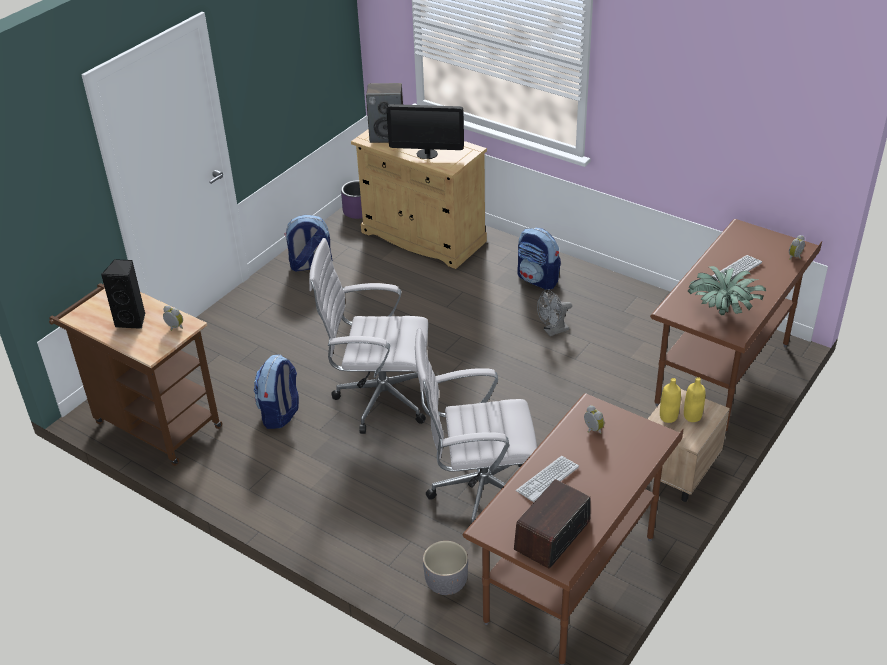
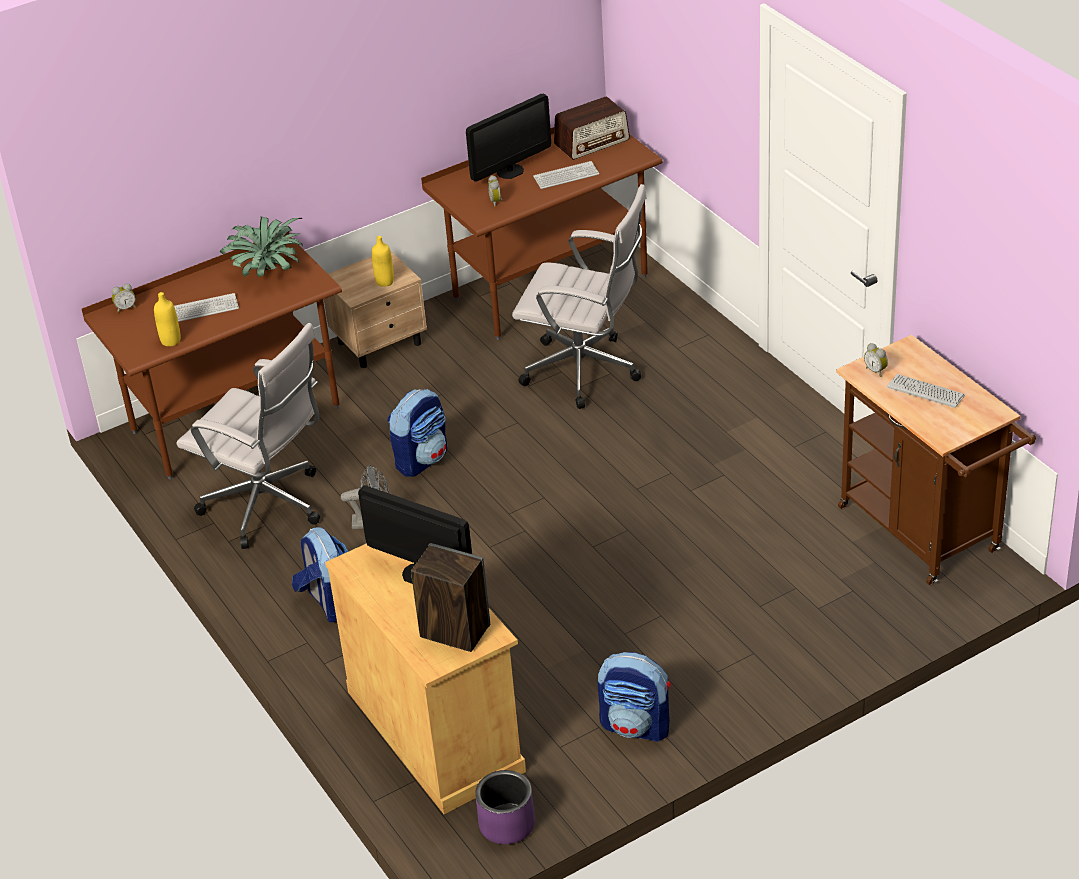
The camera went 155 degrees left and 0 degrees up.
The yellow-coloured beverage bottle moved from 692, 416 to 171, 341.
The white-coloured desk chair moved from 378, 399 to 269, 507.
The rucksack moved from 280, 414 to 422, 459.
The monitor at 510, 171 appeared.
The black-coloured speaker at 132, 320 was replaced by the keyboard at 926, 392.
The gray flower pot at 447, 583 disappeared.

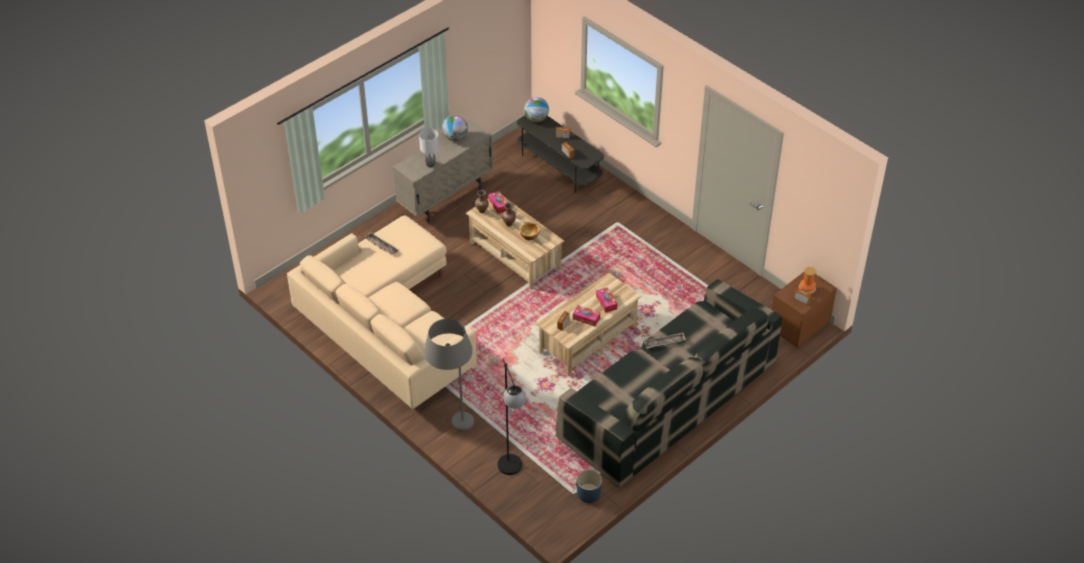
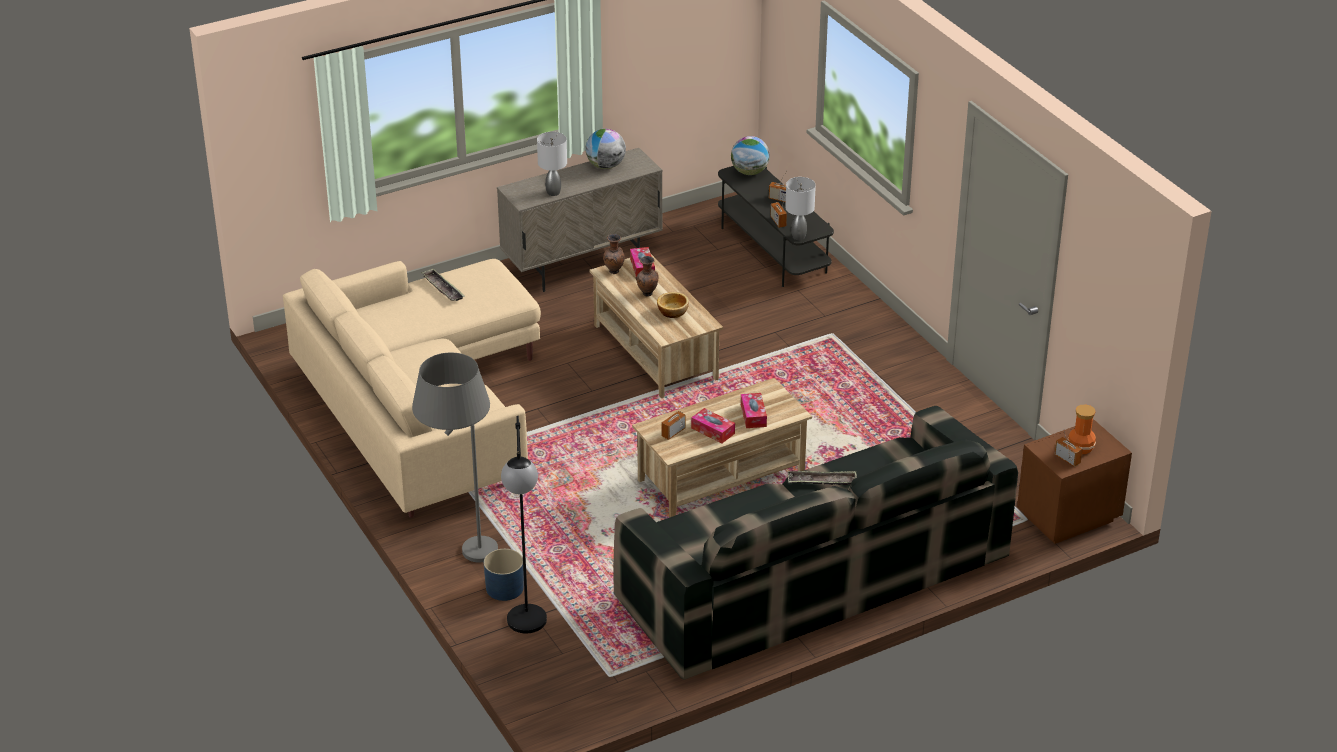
The camera went 15 degrees right and 10 degrees down.
The blue flower pot moved from 588, 493 to 504, 588.
The gray tabletop lamp at 798, 237 appeared.

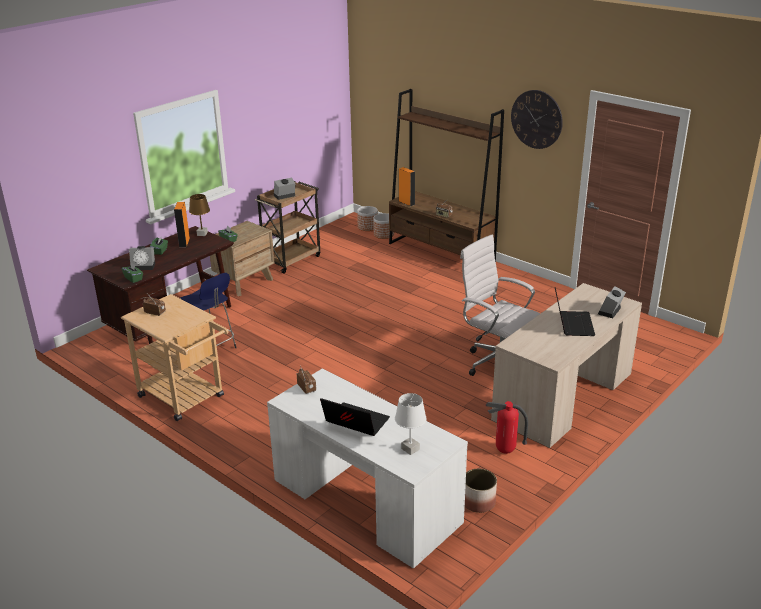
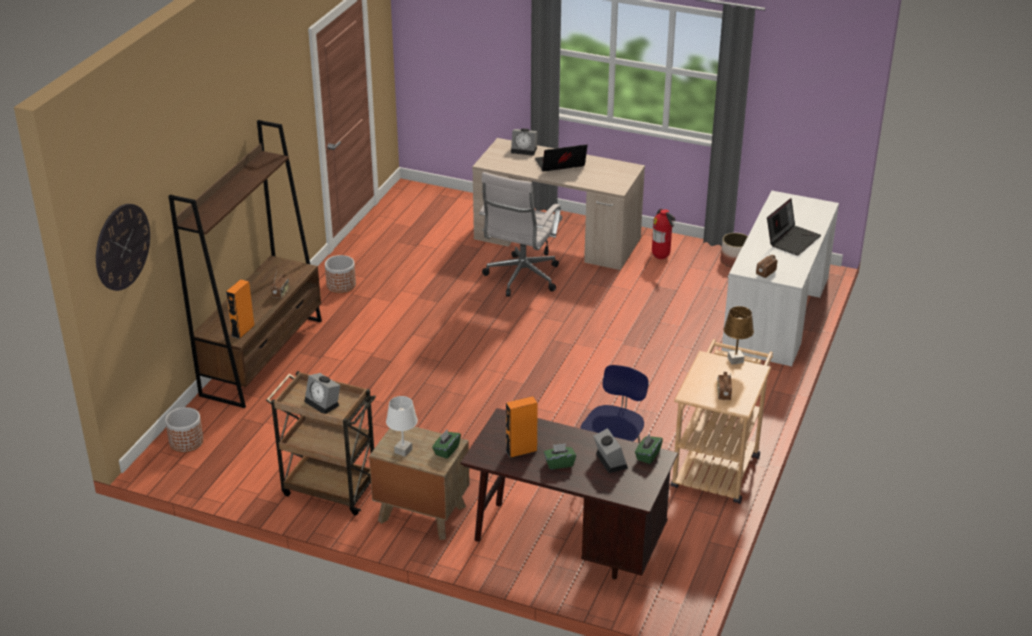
The camera went 110 degrees left and 5 degrees up.
The clock on the wall moved from 536, 119 to 122, 247.
The flower pot moved from 384, 234 to 341, 285.
The white-coloured tabletop lamp moved from 410, 449 to 403, 450.
The brownish tabletop lamp moved from 202, 234 to 735, 360.
The laptop at 354, 423 turned 150 degrees counterclockwise.

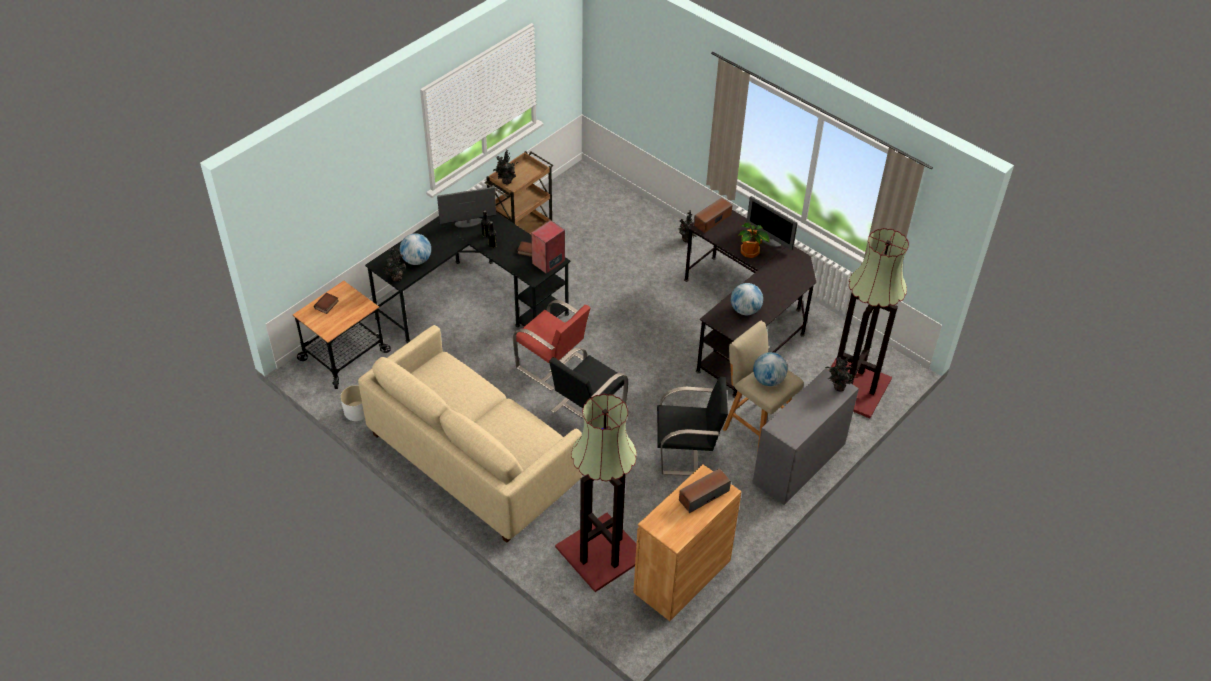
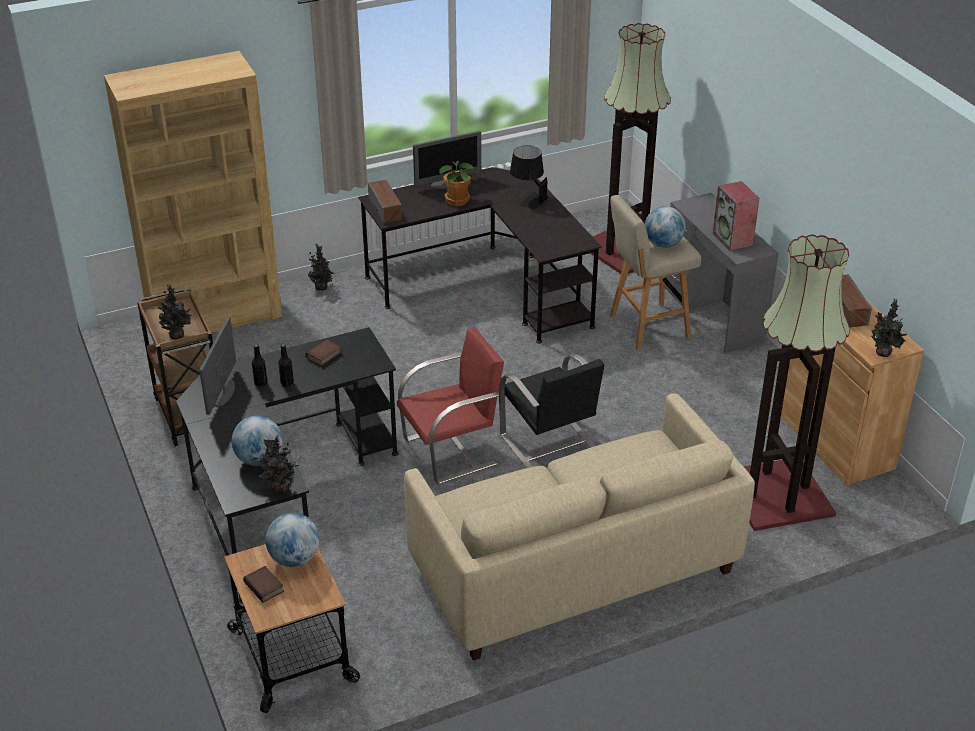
The camera went 65 degrees left and 10 degrees down.
The brownish bookcase at 215, 316 appeared.
The globe moved from 745, 310 to 294, 558.
The black-coloured tabletop lamp at 528, 199 appeared.
The speaker moved from 548, 262 to 733, 240.
The houseplant moved from 838, 387 to 883, 354.
The white-coloured flower pot at 356, 411 disappeared.
The black-coloured upright chair at 687, 452 disappeared.

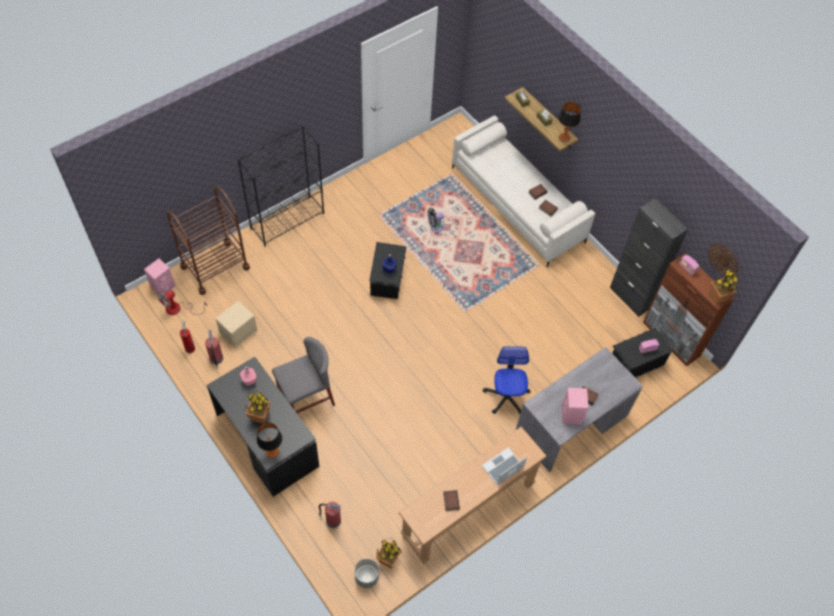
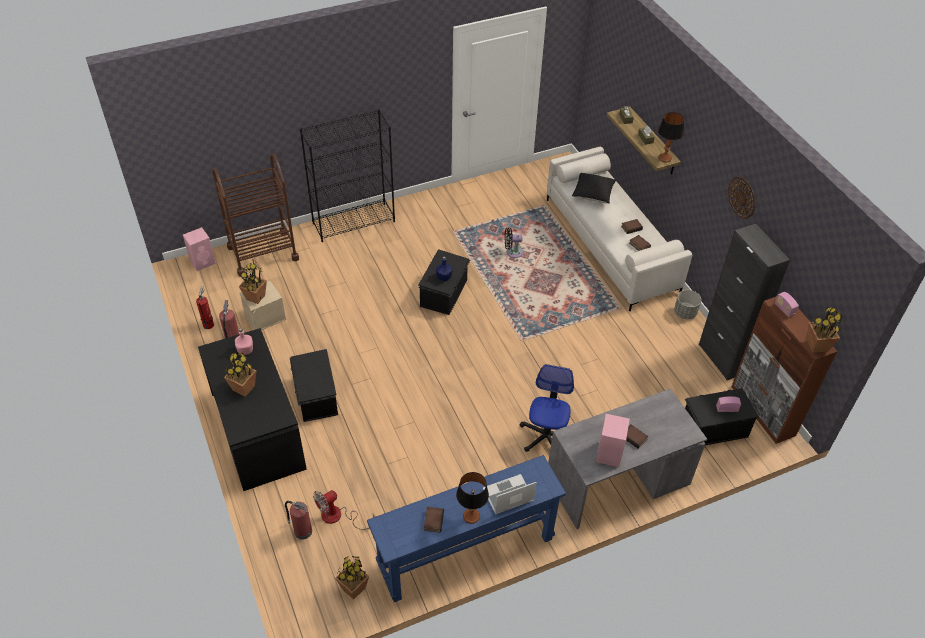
The camera went 15 degrees right and 10 degrees down.
The houseplant at 255, 297 appeared.
The gray upright chair at 306, 399 was replaced by the black-coloured storage container at 315, 396.
The fan moved from 178, 309 to 338, 517.
The brownish console table at 468, 509 became the blue console table at 465, 551.
The tabletop lamp moved from 272, 452 to 471, 516.
The black-coloured pillow at 593, 194 appeared.
The gray flower pot moved from 367, 577 to 685, 313.
The clock on the wall moved from 723, 259 to 742, 197.

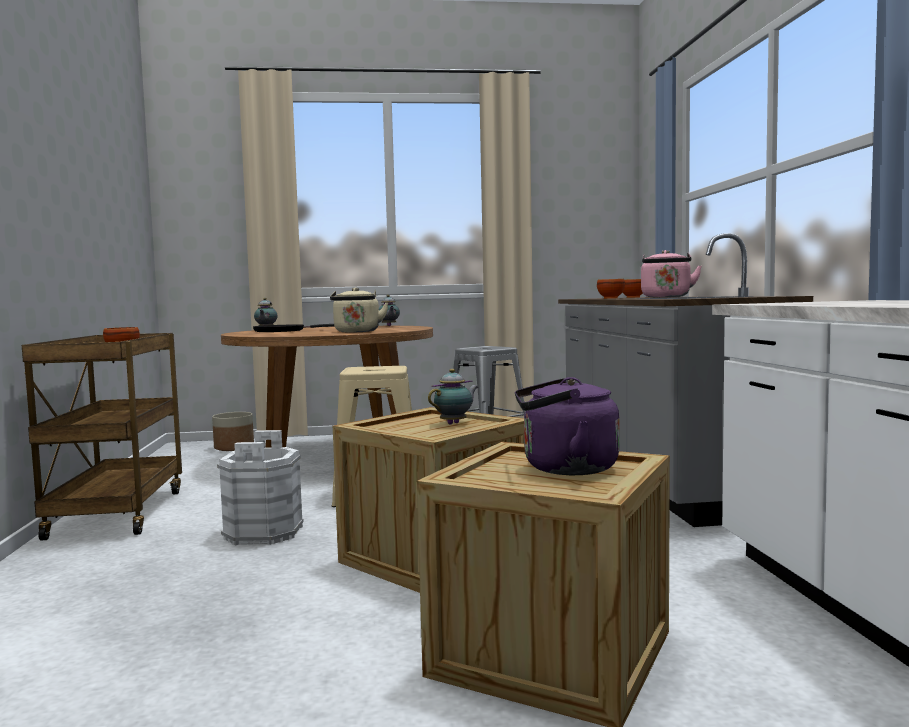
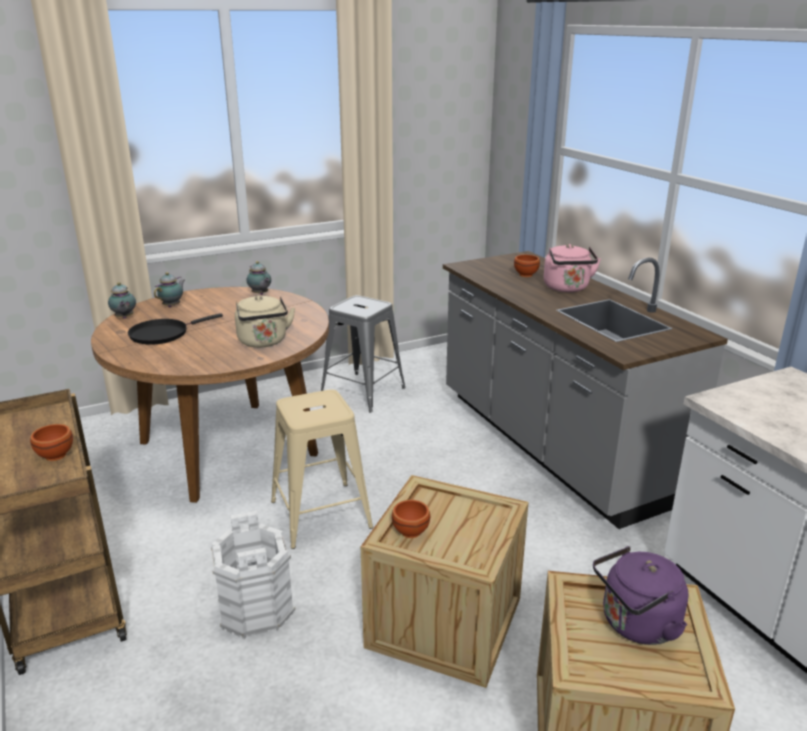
The camera went 20 degrees left and 20 degrees up.
The tea pot moved from 455, 423 to 173, 306.
The brownish bowl moved from 611, 298 to 412, 531.
The flower pot at 234, 447 disappeared.

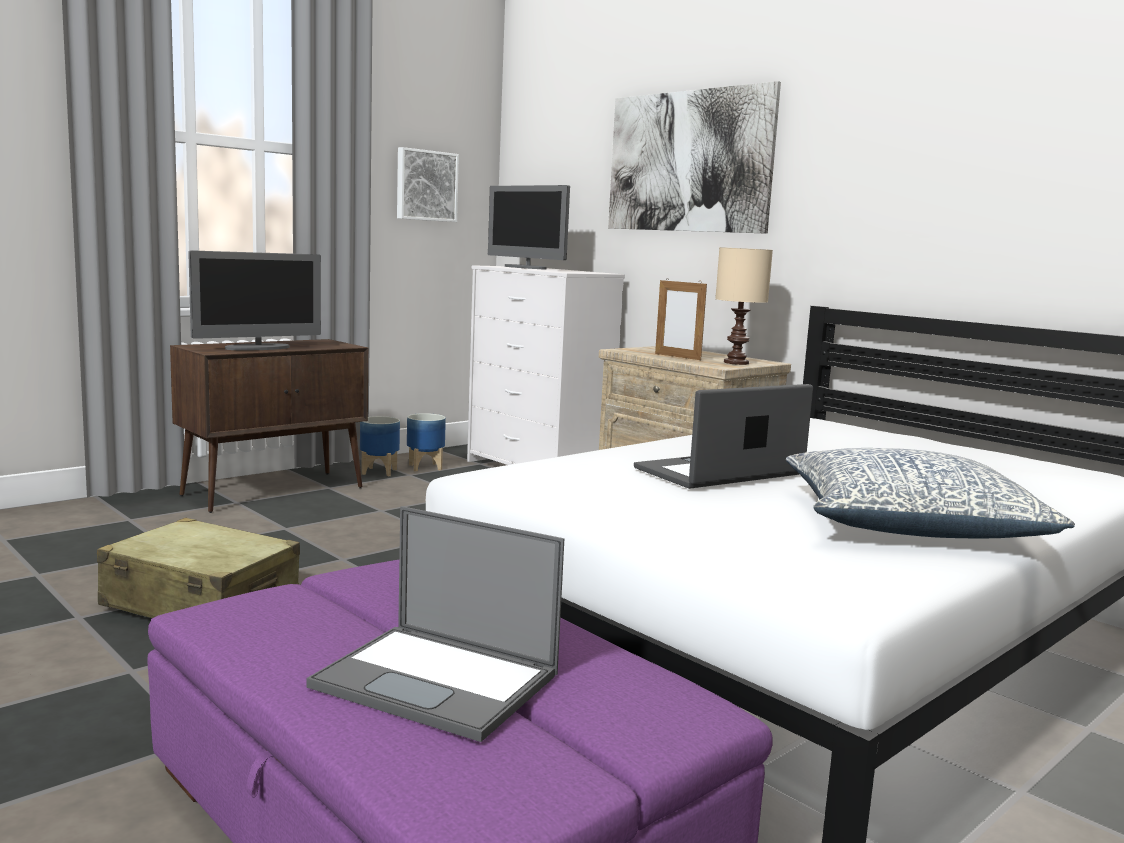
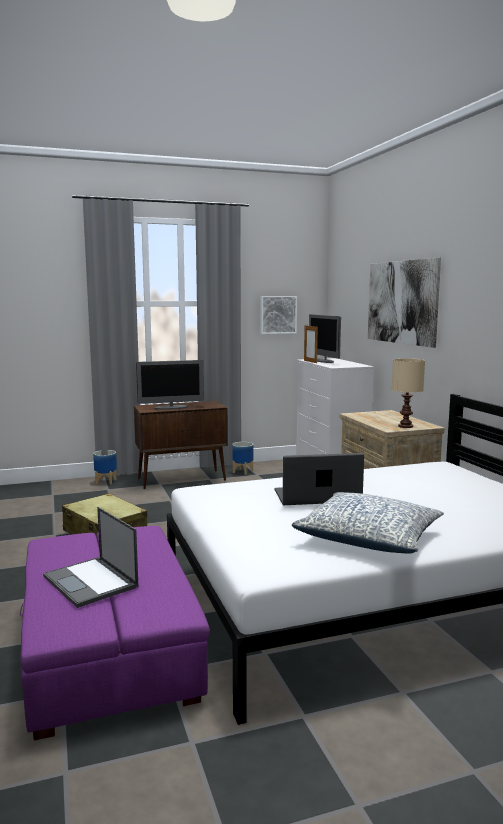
The camera went 25 degrees right and 0 degrees up.
The flower pot moved from 425, 467 to 106, 481.
The standing frame moved from 677, 357 to 310, 361.

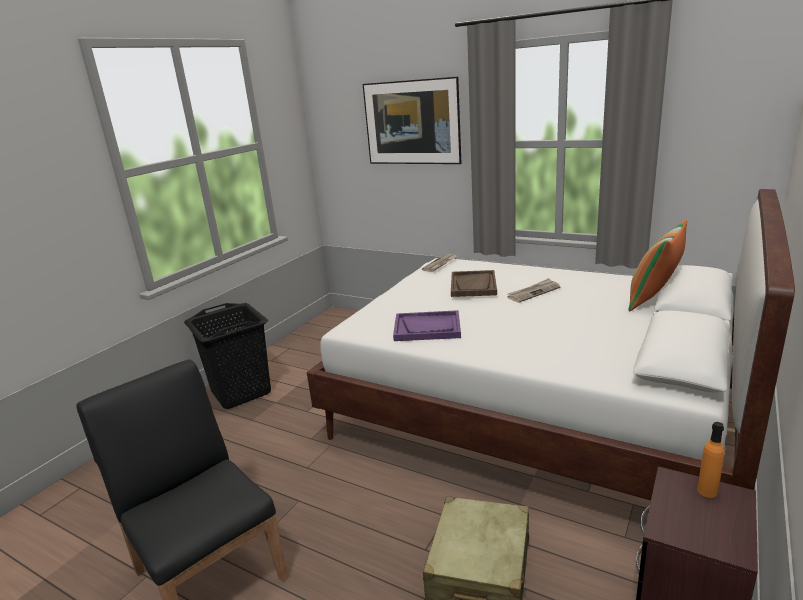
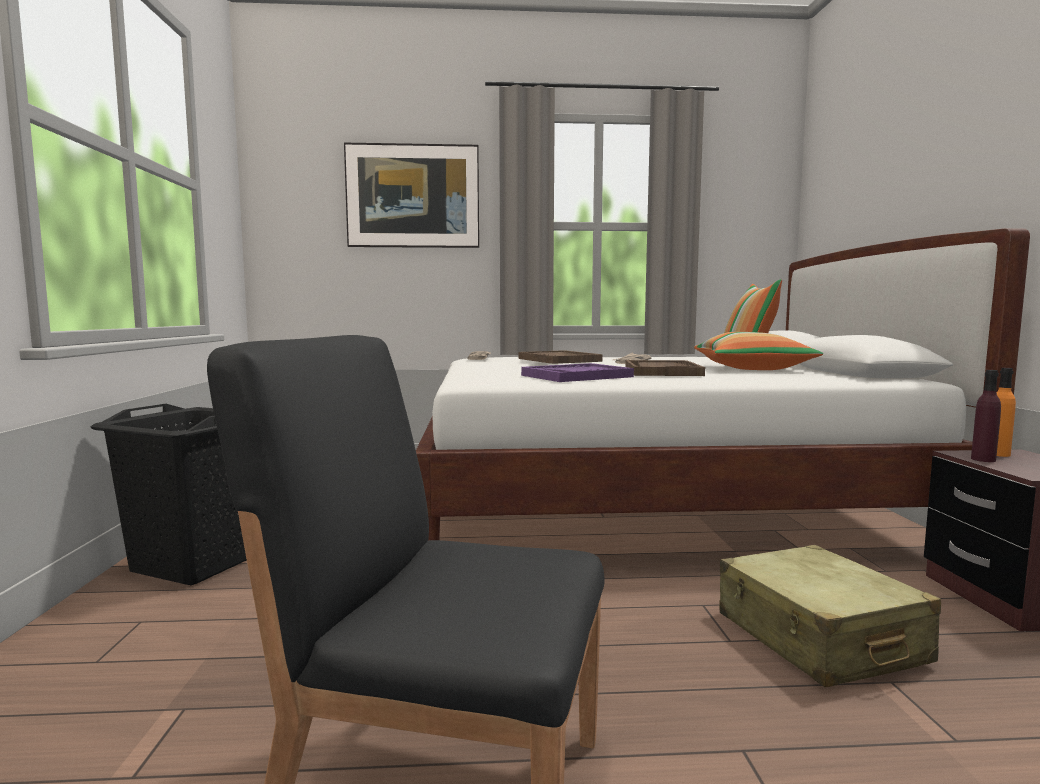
The camera went 35 degrees left and 15 degrees down.
The brownish carrying tray at 662, 371 appeared.
The pillow at 752, 368 appeared.
The purple beverage bottle at 983, 459 appeared.

